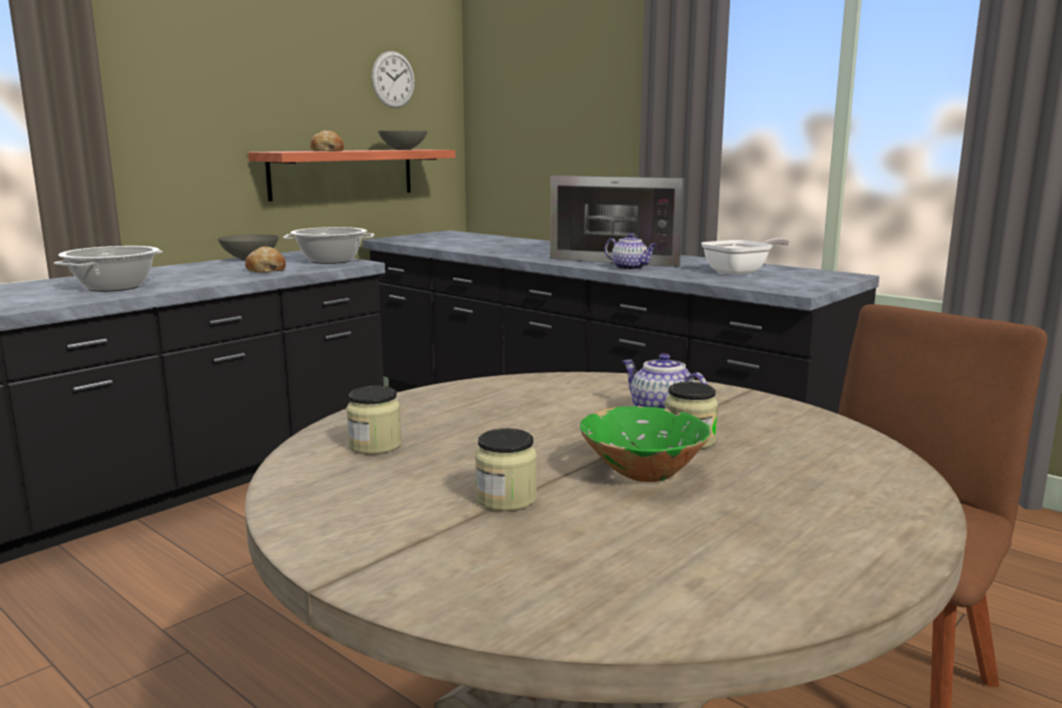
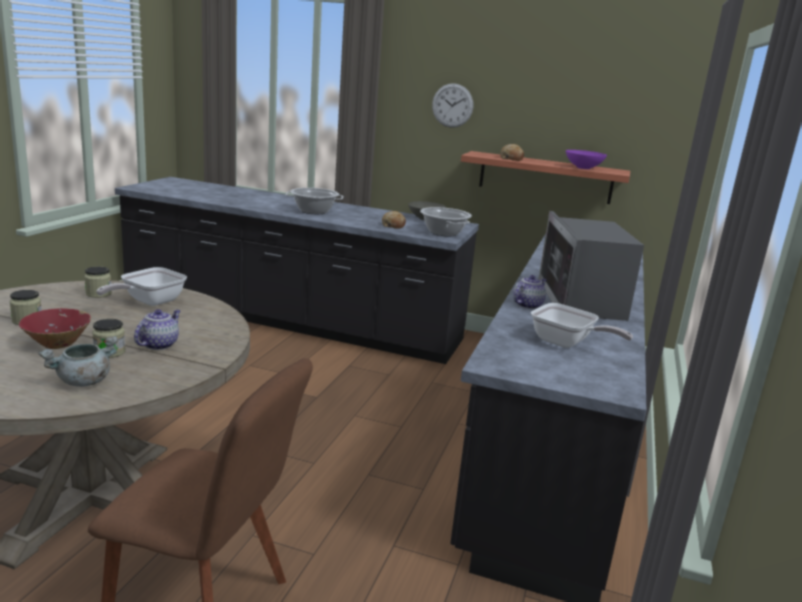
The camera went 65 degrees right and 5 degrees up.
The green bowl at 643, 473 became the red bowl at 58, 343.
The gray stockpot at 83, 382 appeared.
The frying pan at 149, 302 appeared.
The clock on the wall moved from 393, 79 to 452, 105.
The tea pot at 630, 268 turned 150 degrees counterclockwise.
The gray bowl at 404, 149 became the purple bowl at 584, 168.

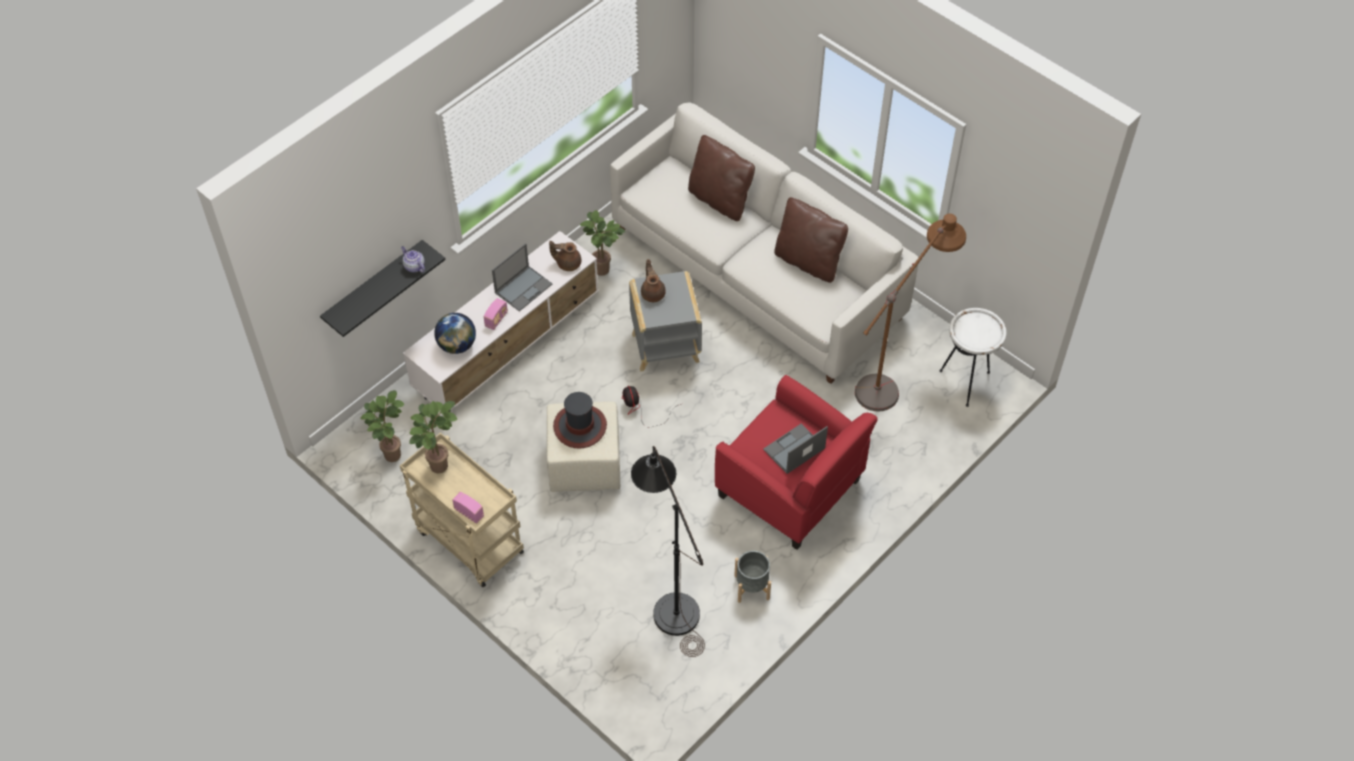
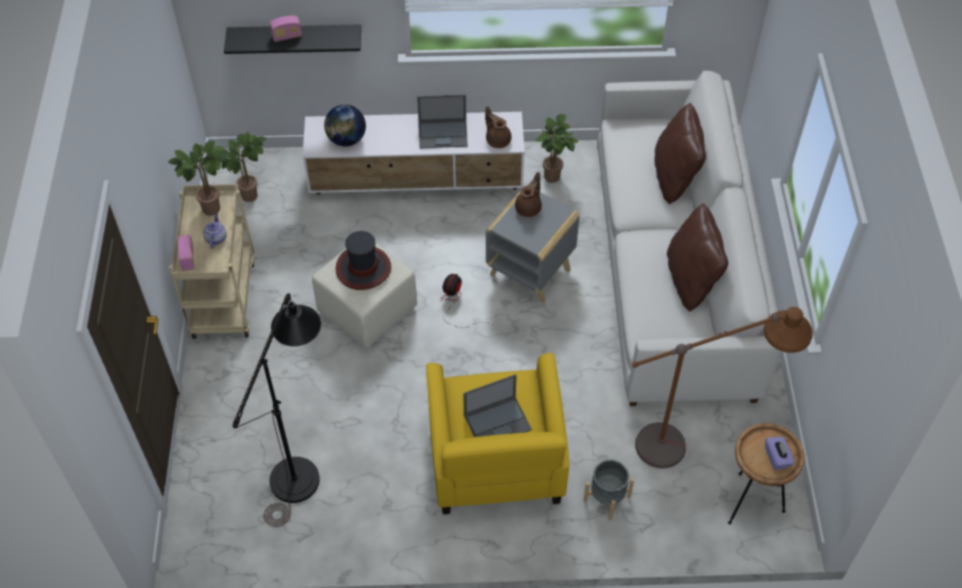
The camera went 45 degrees right and 0 degrees up.
The tea pot moved from 414, 266 to 216, 238.
The radio set moved from 496, 319 to 287, 36.
The red armchair at 790, 489 became the yellow-coloured armchair at 495, 462.
The laptop at 793, 449 turned 150 degrees clockwise.
The gray flower pot moved from 751, 587 to 606, 498.
The white-coloured side table at 965, 382 became the brownish side table at 751, 502.
The purple tissue box at 777, 458 appeared.

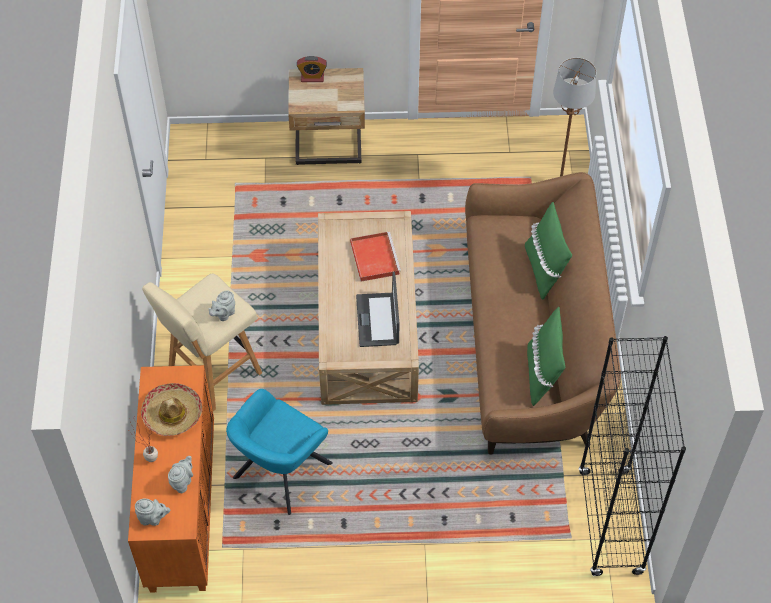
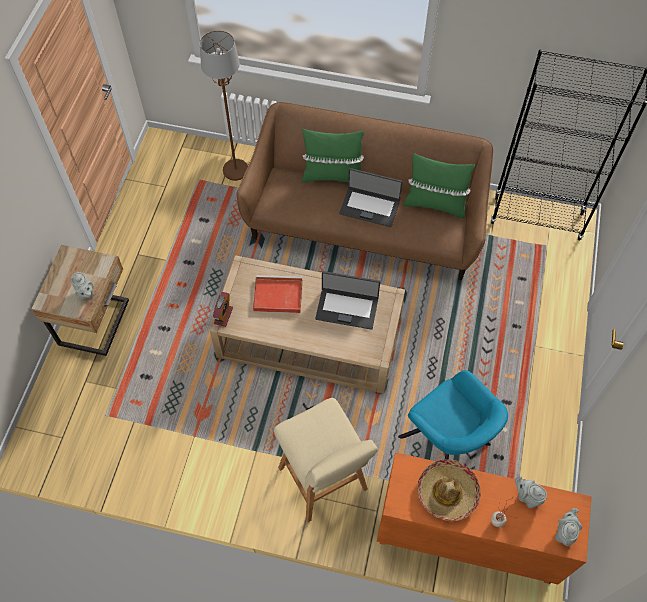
The camera went 75 degrees left and 5 degrees up.
The gray tea pot moved from 224, 314 to 86, 293.
The table clock moved from 312, 77 to 223, 315.
The laptop at 369, 207 appeared.

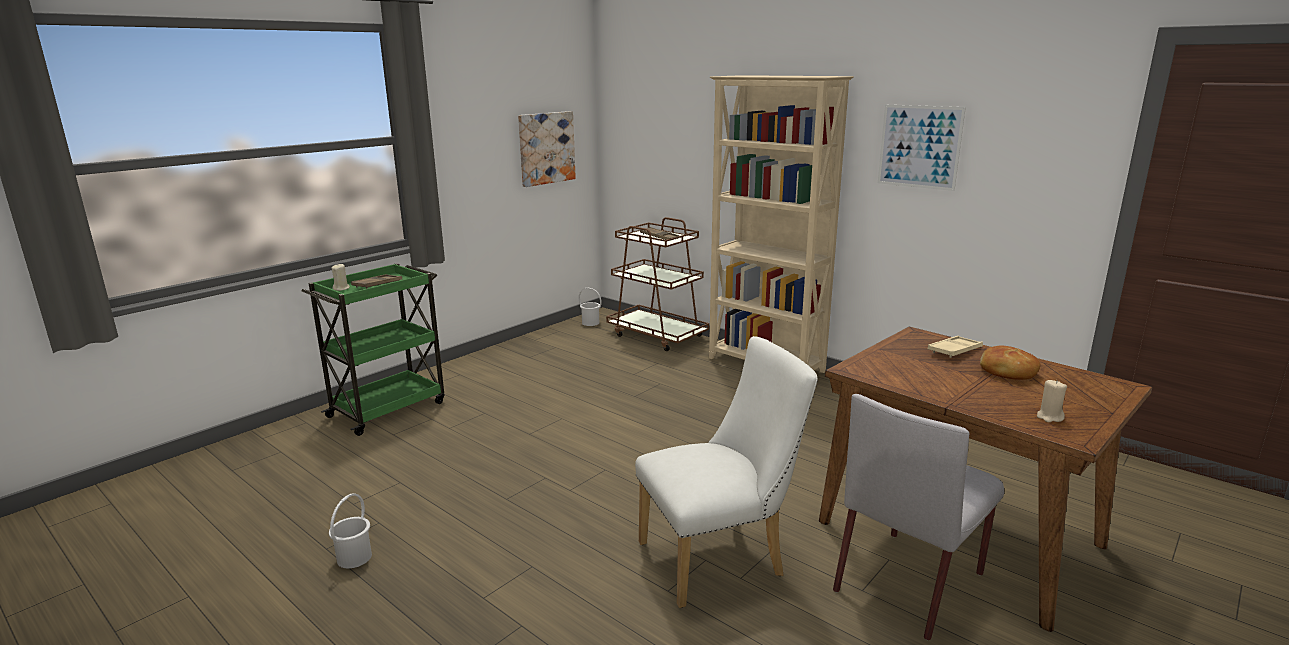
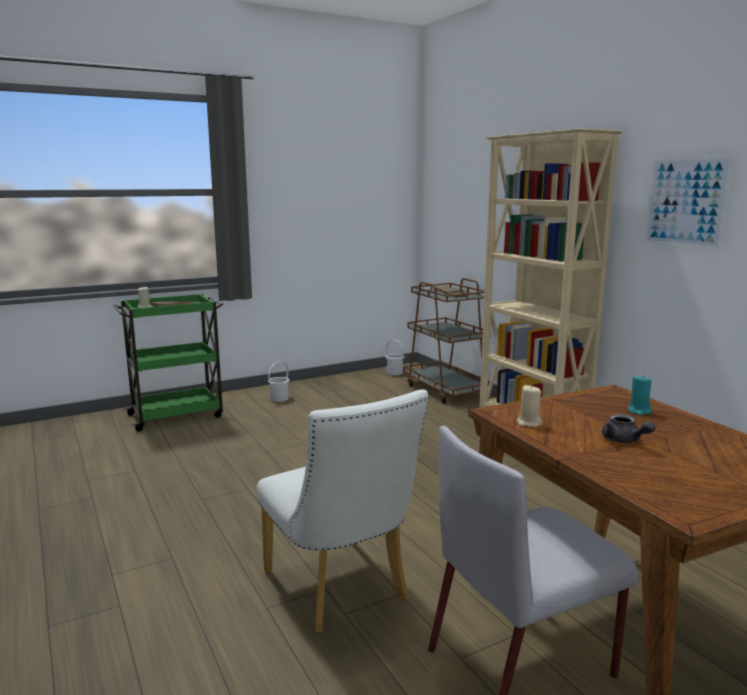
The camera went 20 degrees right and 5 degrees down.
The white-coloured upright chair at 720, 558 turned 60 degrees clockwise.
The white-coloured bucket moved from 353, 558 to 279, 398.
The beige-coloured wax candle moved from 1049, 417 to 528, 423.
The gray tea pot at 624, 441 appeared.
The beige-coloured carrying tray at 954, 350 was replaced by the turquoise wax candle at 639, 411.
The wall art at 546, 148 disappeared.
The bread at 1007, 372 disappeared.

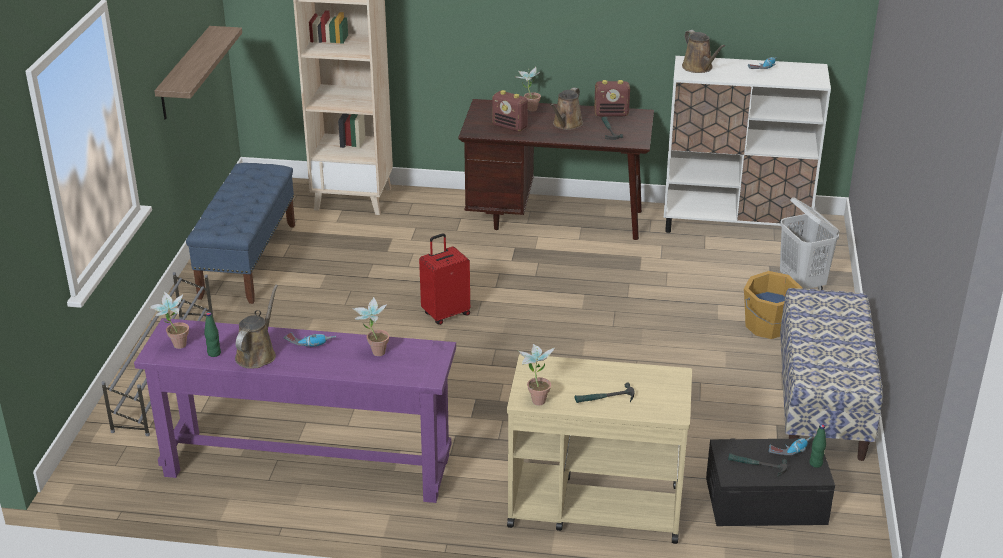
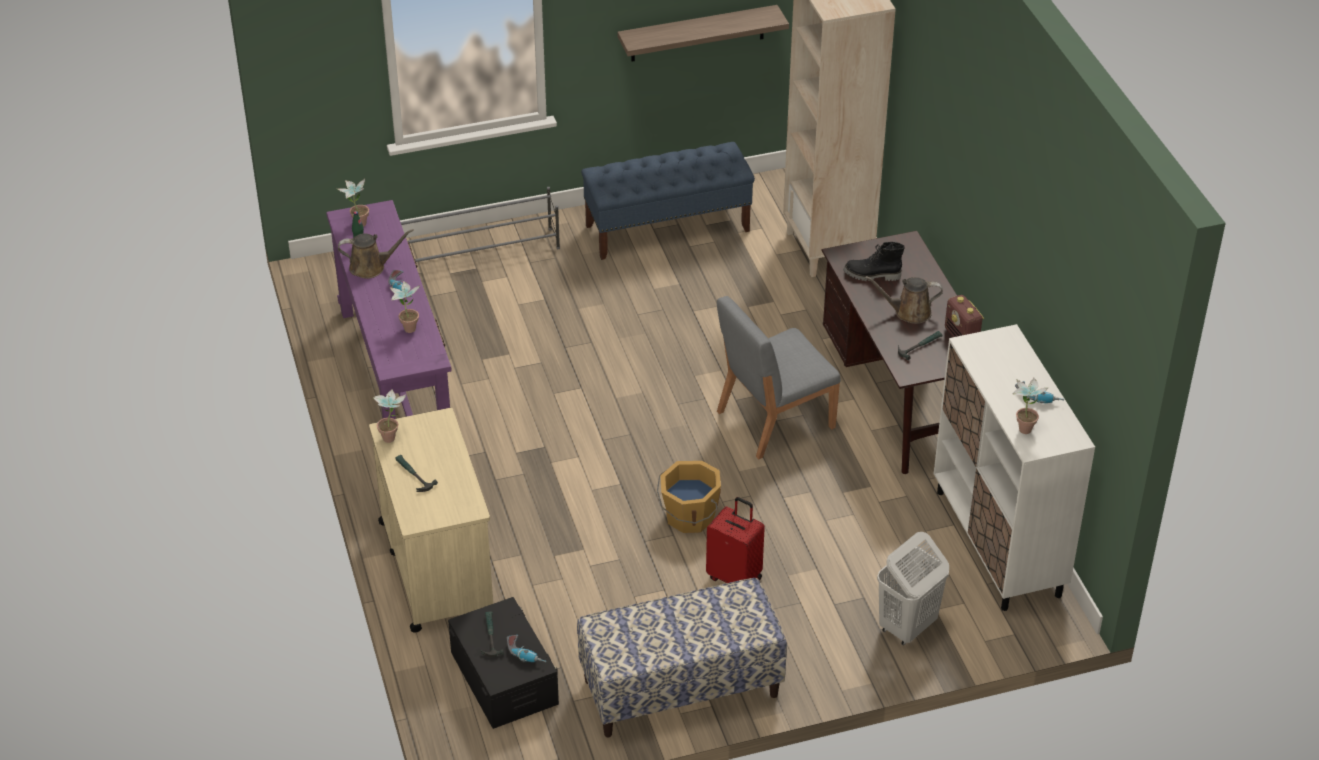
The camera went 65 degrees right and 10 degrees up.
The orange-coloured bucket moved from 768, 326 to 689, 517.
The red suitcase moved from 445, 314 to 735, 577.
The gray upright chair at 774, 419 appeared.
The radio set at 510, 126 was replaced by the black-coloured boot at 872, 275.
The houseplant moved from 529, 108 to 1024, 426.
The brownish watering can at 699, 68 disappeared.
The green beverage bottle at 816, 463 disappeared.

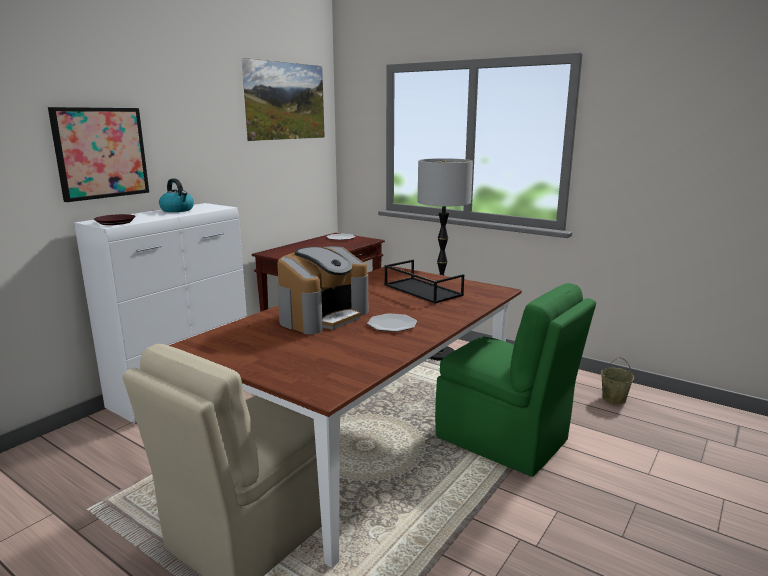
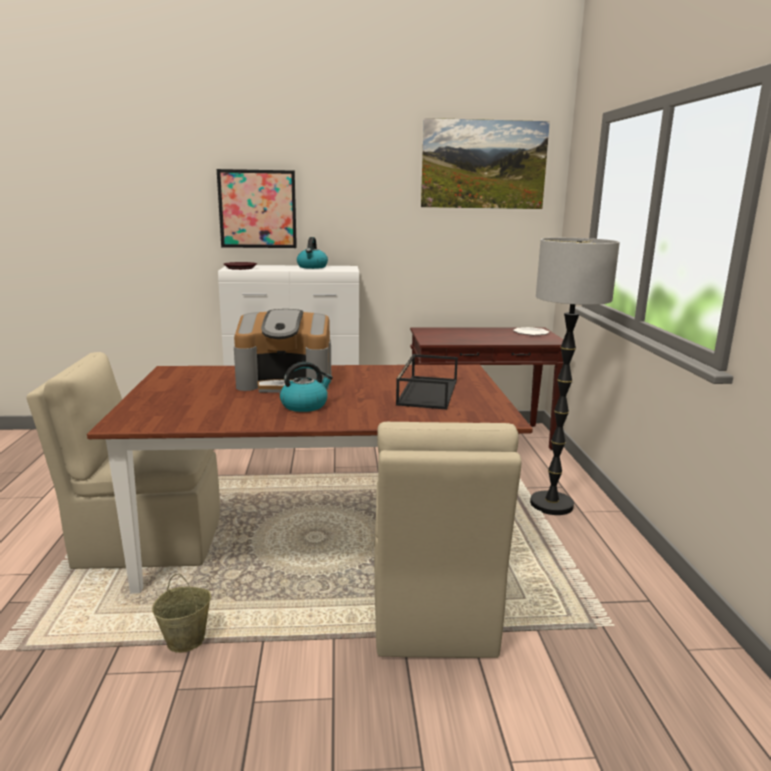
The camera went 50 degrees right and 0 degrees up.
The beige-coloured bucket moved from 613, 398 to 186, 639.
The flat dish at 392, 324 was replaced by the tea kettle at 305, 405.
The green upright chair at 504, 440 became the beige-coloured upright chair at 431, 611.

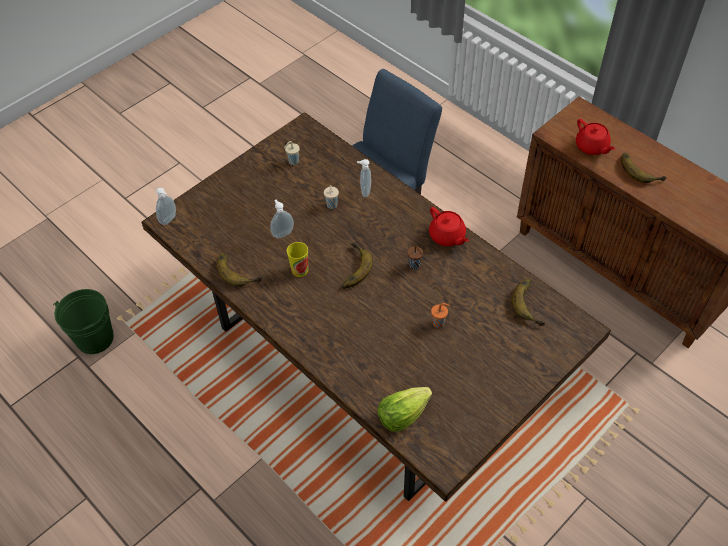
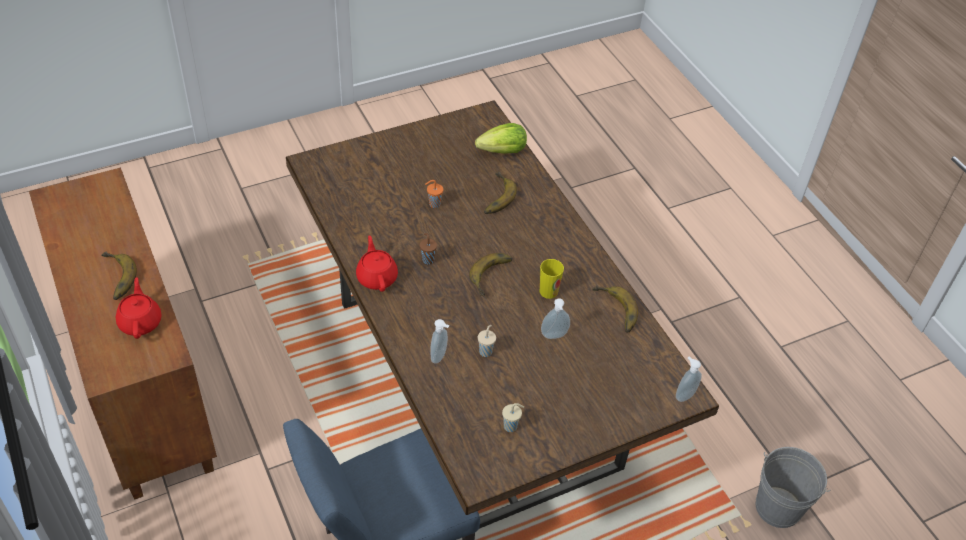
The camera went 165 degrees left and 5 degrees down.
The banana fruit moved from 532, 303 to 494, 196.
The green bucket at 94, 338 became the gray bucket at 778, 507.

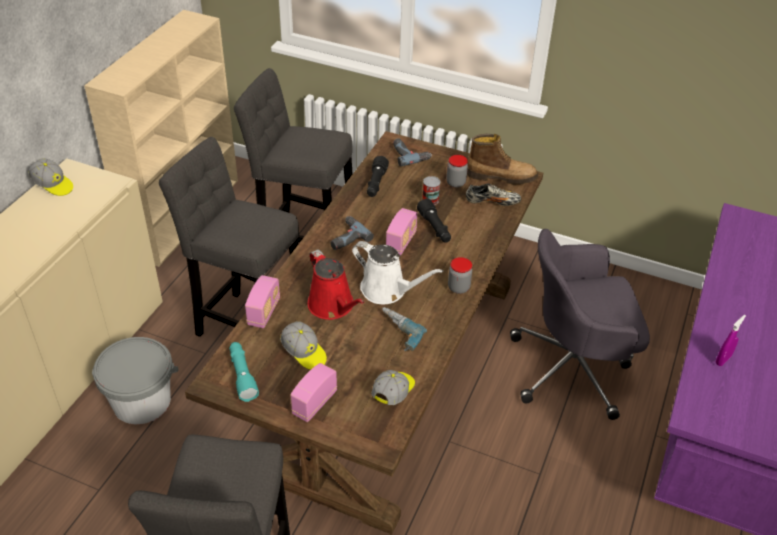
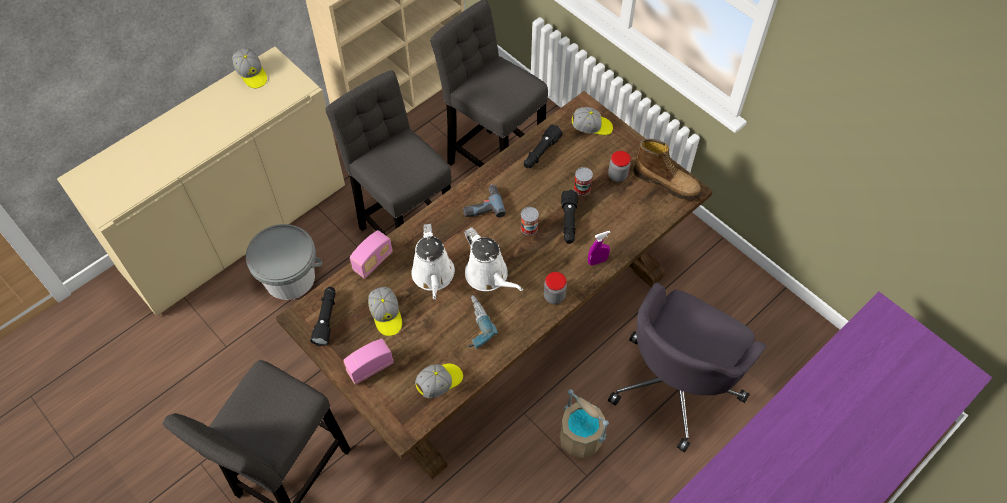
The camera went 25 degrees right and 15 degrees up.
The turquoise flashlight at 242, 375 became the black-coloured flashlight at 326, 319.
The red watering can at 333, 306 became the white-coloured watering can at 433, 276.
The radio set at 401, 242 was replaced by the metal can at 529, 228.
The beige-coloured bucket at 581, 438 appeared.
The electric drill at 410, 154 was replaced by the peaked cap at 591, 127.
The purple spray bottle moved from 723, 360 to 597, 261.
The gray desk chair at 573, 368 turned 75 degrees counterclockwise.
The shoe at 492, 202 disappeared.

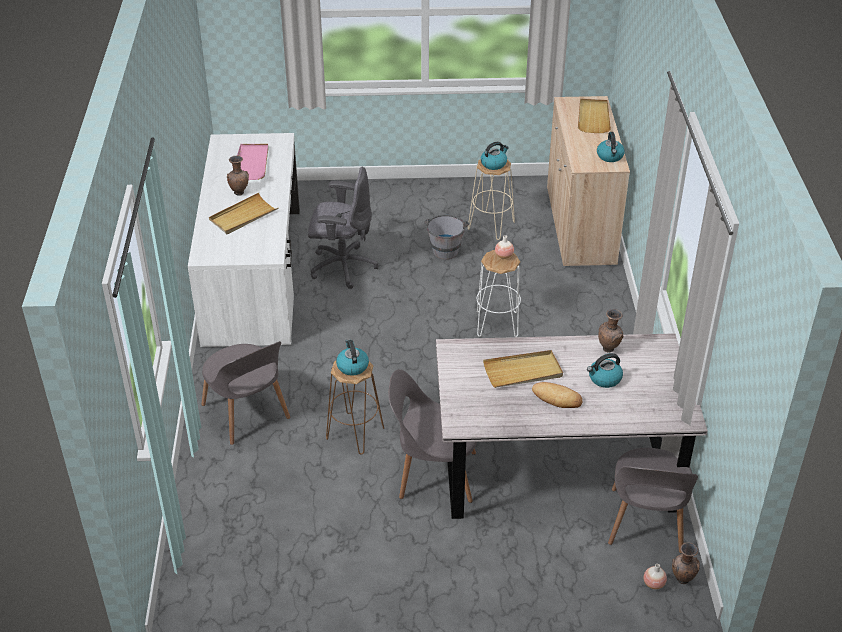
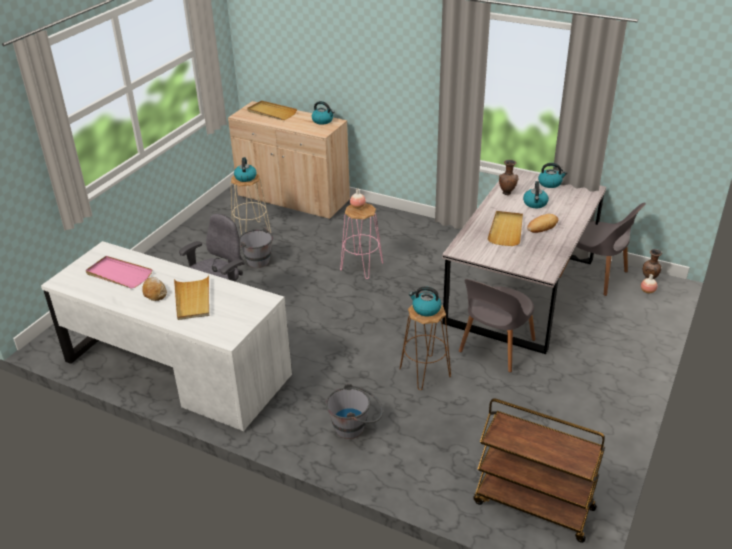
The camera went 60 degrees left and 5 degrees down.
The brownish decorative vase at 239, 192 was replaced by the bread at 154, 292.
The gray upright chair at 247, 414 was replaced by the gray bucket at 355, 427.
The white-coloured stool at 497, 324 became the pink-coloured stool at 361, 266.
The brownish trolley at 532, 506 appeared.
The tea kettle at 550, 183 appeared.

